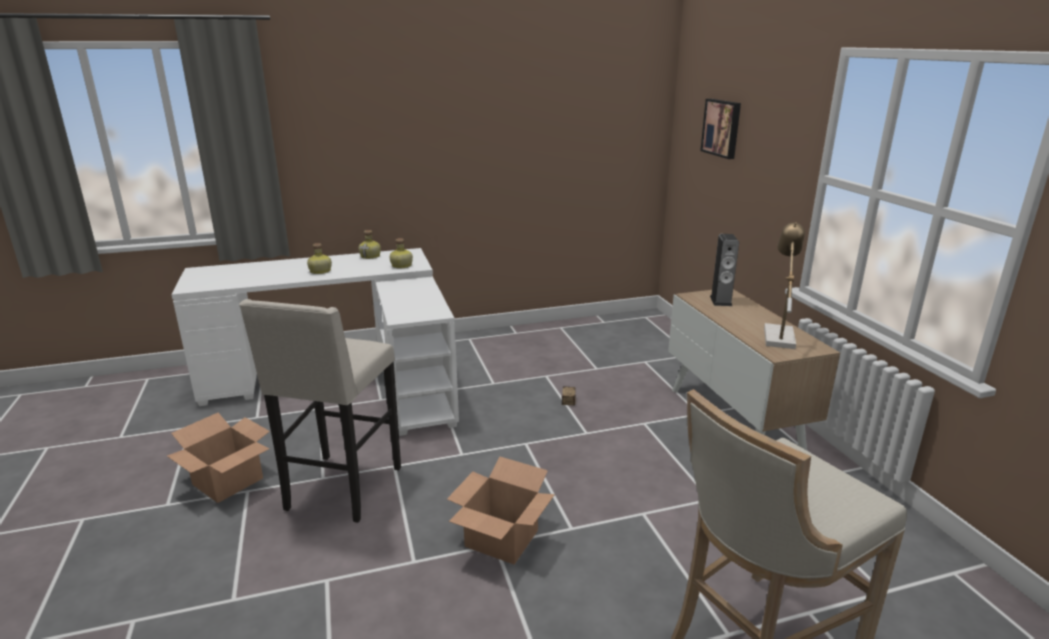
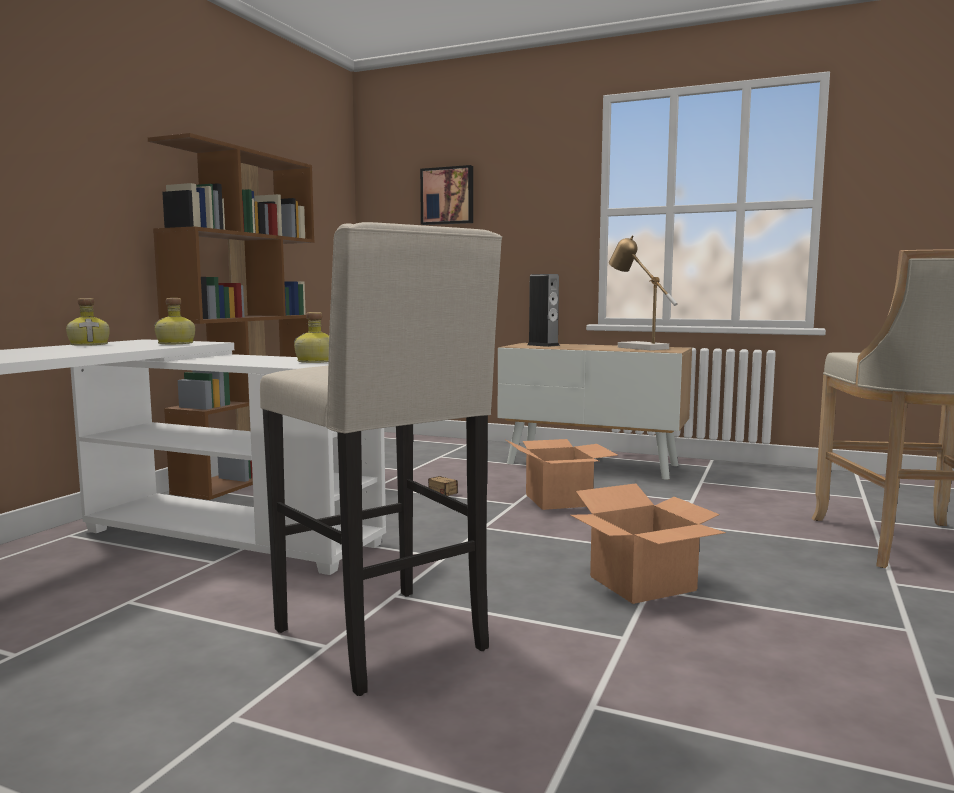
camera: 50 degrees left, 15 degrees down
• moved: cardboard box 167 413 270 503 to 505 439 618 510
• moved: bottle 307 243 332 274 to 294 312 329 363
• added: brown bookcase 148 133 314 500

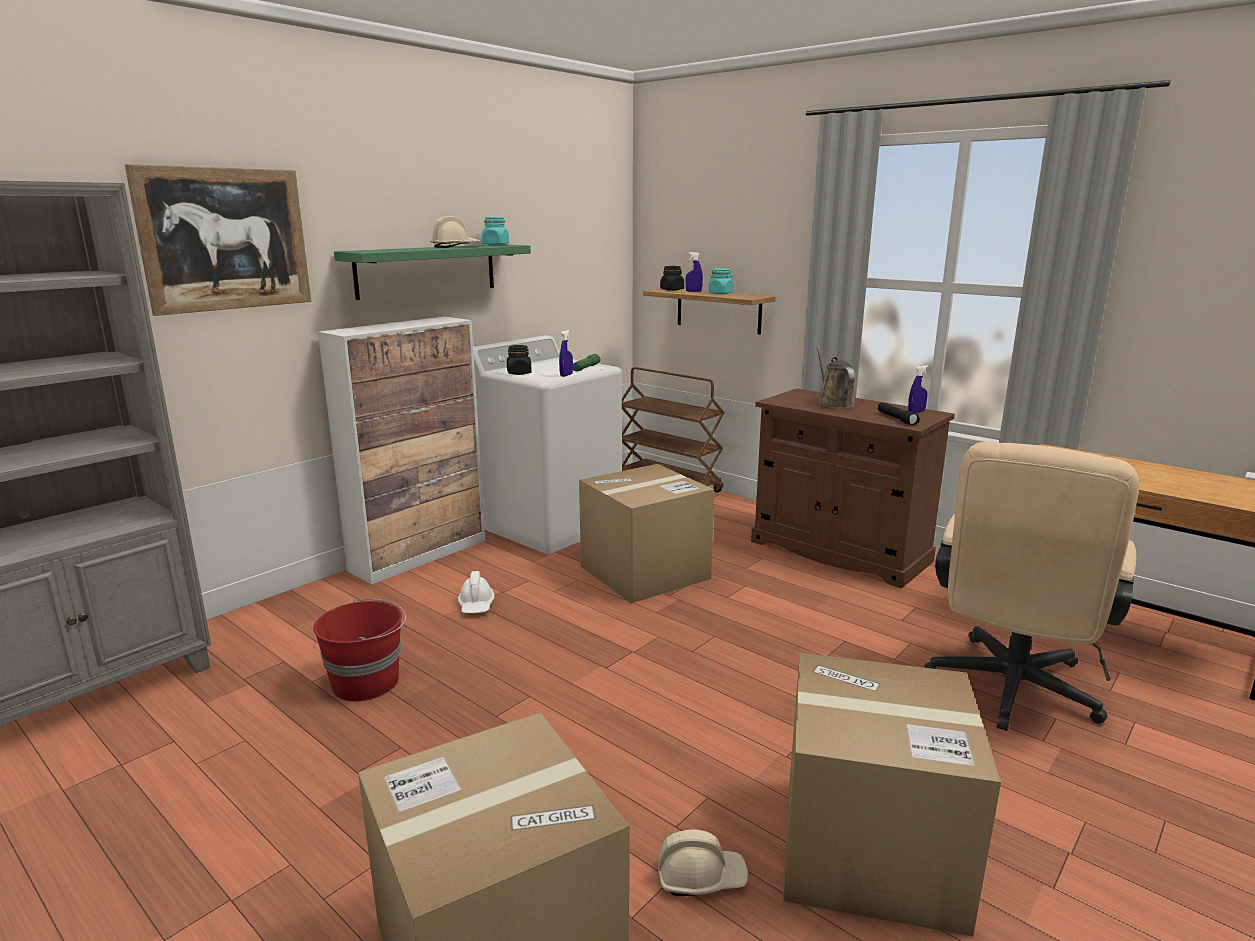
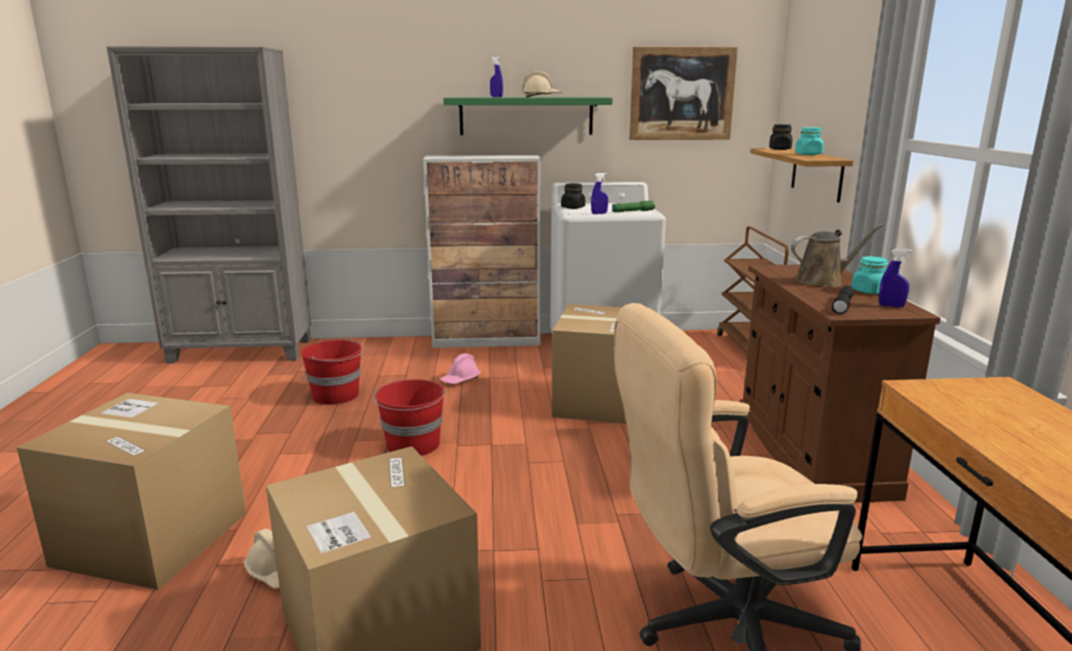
camera: 45 degrees right, 0 degrees up
• moved: picture 125 164 312 316 to 629 47 738 140
• recoloured: white hard hat 458 571 495 613 to pink hard hat 440 353 481 384
• moved: turquoise jar 482 217 509 246 to 851 256 888 294
• moved: blue spray bottle 686 252 703 292 to 490 57 503 97
• turned: brown watering can 816 347 855 409 = 791 224 884 287 45 degrees clockwise
• added: red bucket 373 379 445 456

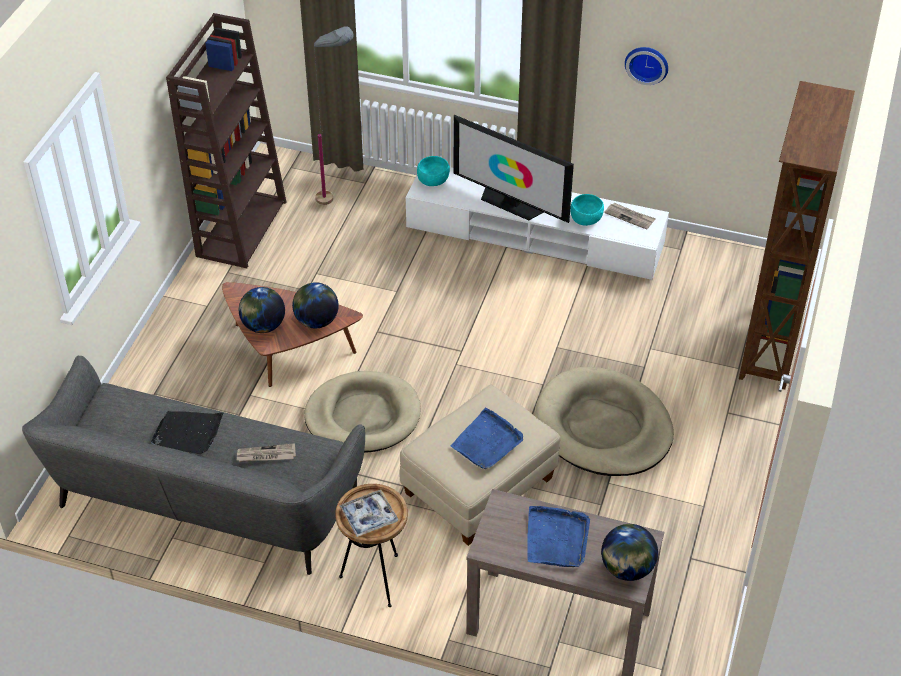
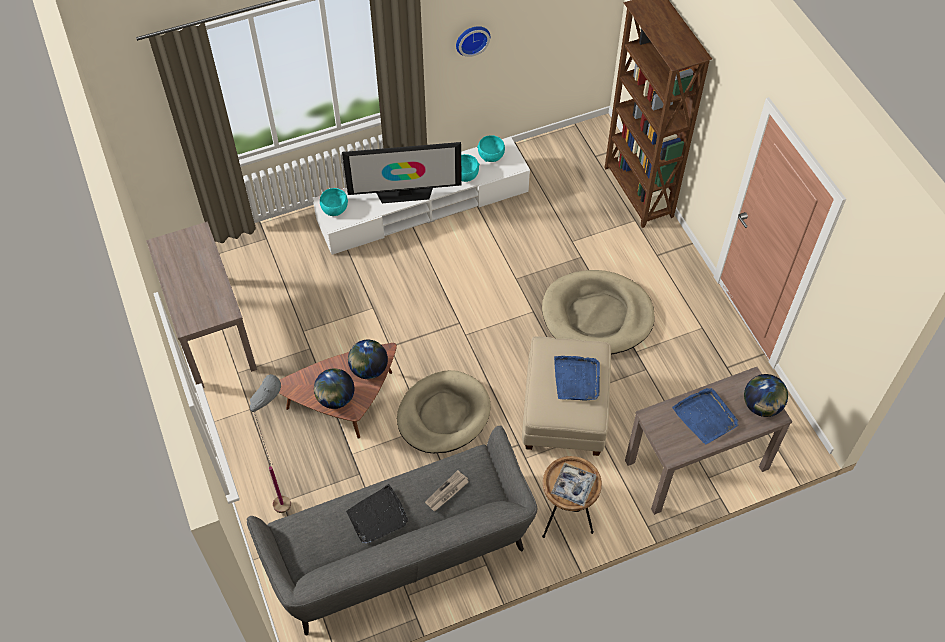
camera: 40 degrees left, 10 degrees up
• replaced: brown bookcase 166 13 286 268 to brown console table 146 222 257 388
• moved: grey floor lamp 314 26 354 205 to 250 374 291 513
• replaced: newspaper 604 203 656 230 to turquoise bowl 477 135 505 162

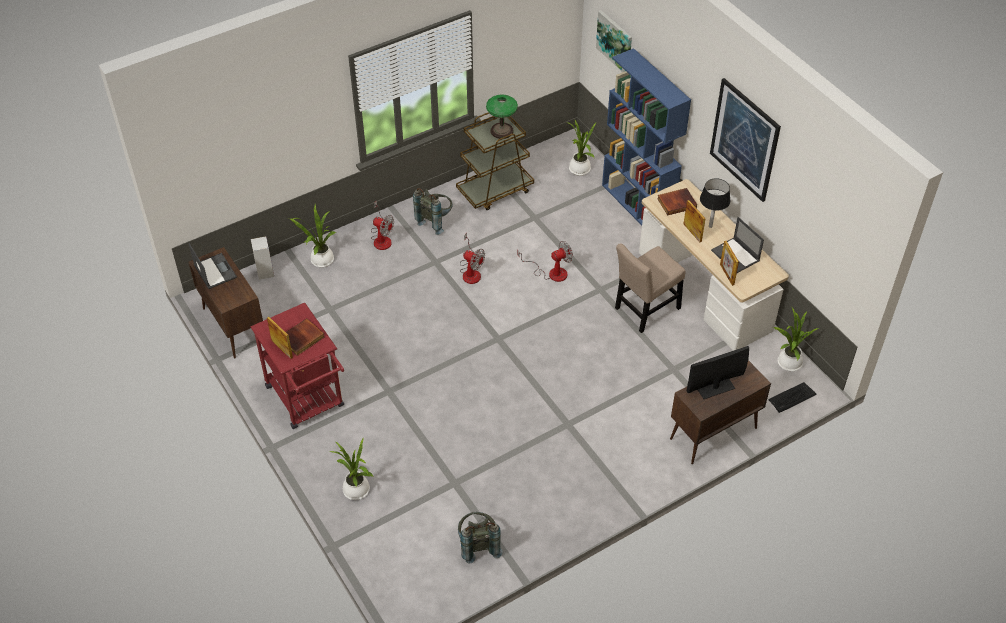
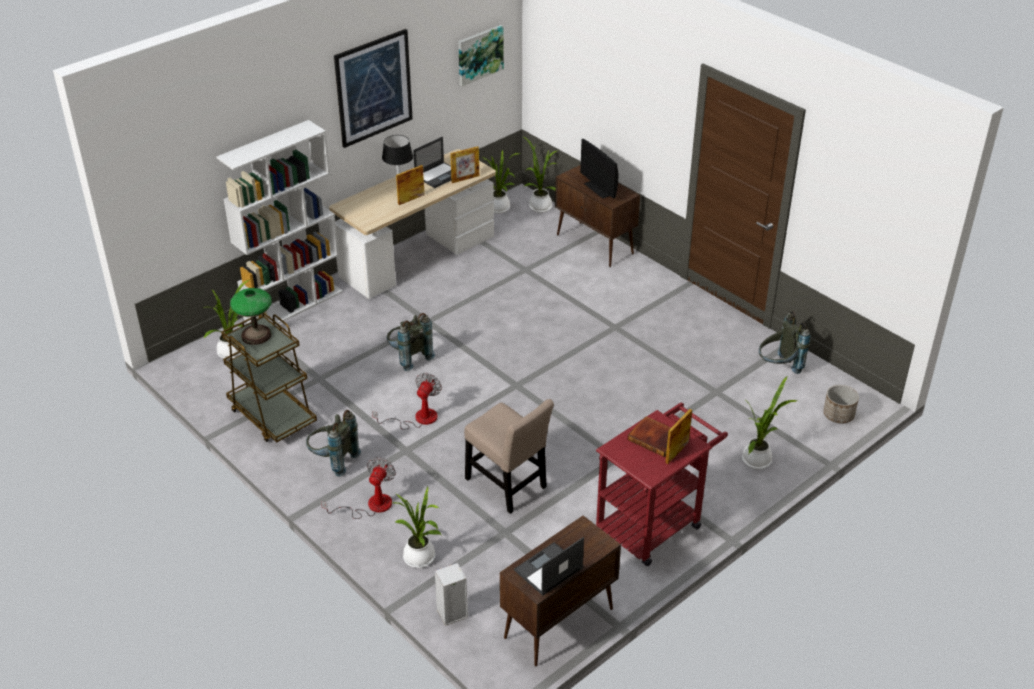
camera: 100 degrees left, 10 degrees down
• replaced: fan 517 241 573 282 to grey backpack 387 313 435 371
• moved: picture 596 10 632 72 to 458 25 504 86
• recoloured: blue bookcase 602 48 691 225 to white bookcase 216 120 343 325
• moved: beige chair 615 243 685 333 to 464 399 554 514
• removed: book 657 188 697 216
• replaced: keyboard 768 382 817 413 to potted plant 522 136 557 213
• added: planter 823 385 859 423

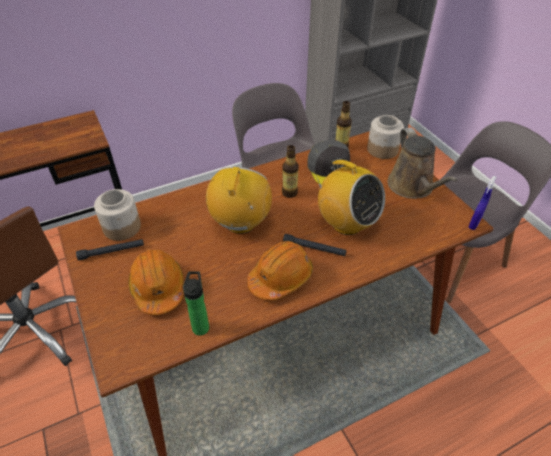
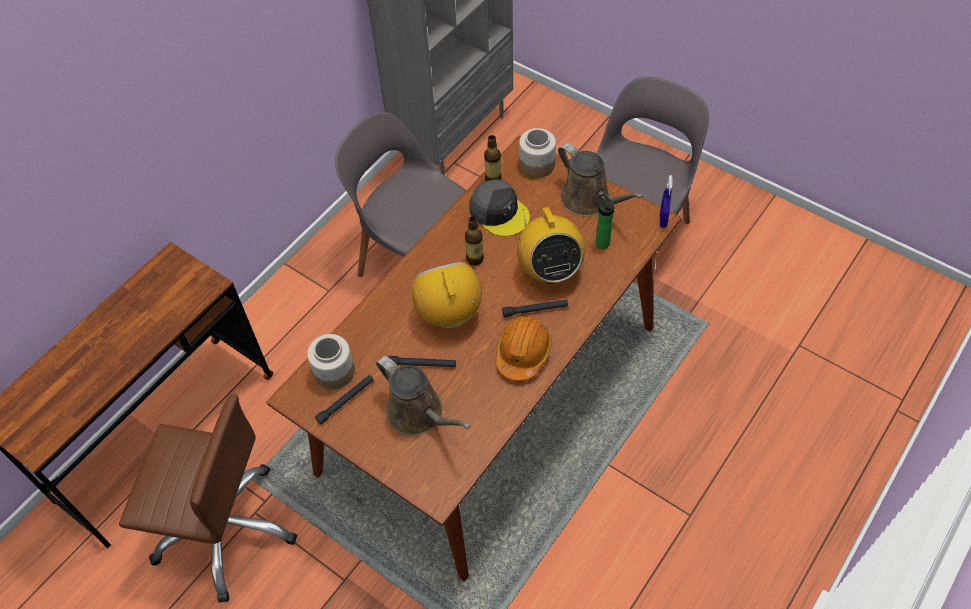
camera: 25 degrees left, 10 degrees up
• replaced: orange hard hat 128 250 184 315 to brown watering can 376 356 470 436
• moved: bottle 183 271 209 336 to 595 193 614 249
• turned: radio 314 160 385 235 = 517 207 585 284 60 degrees clockwise
• added: black flashlight 388 356 456 367

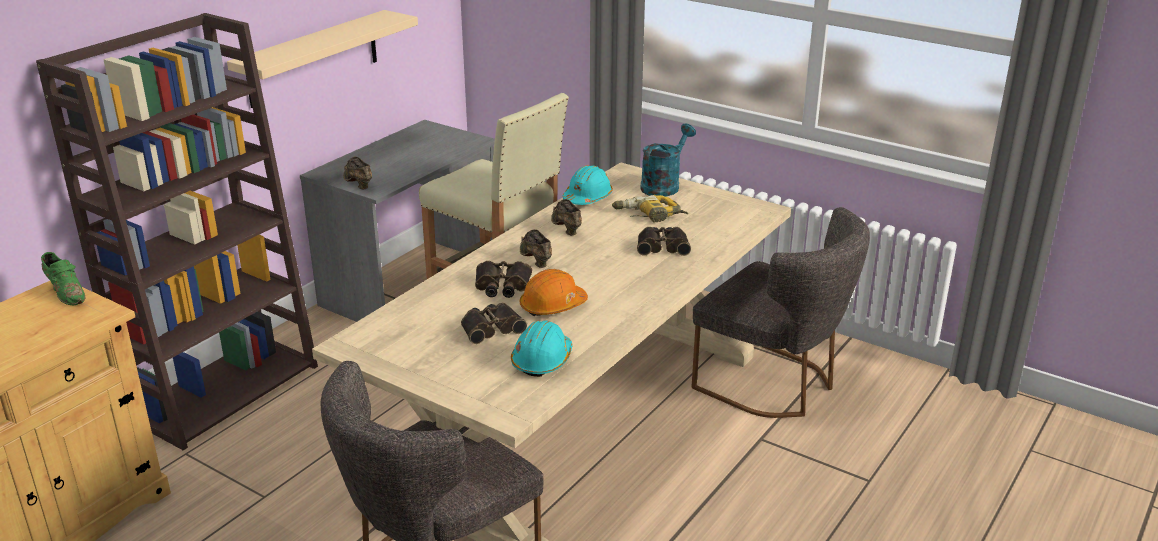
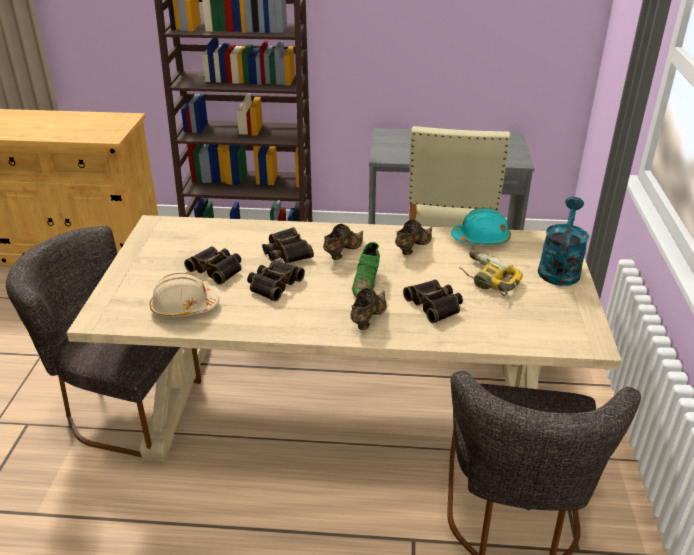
camera: 60 degrees right, 5 degrees up
• moved: green shoe 41 252 85 305 to 352 242 380 297
• removed: beige shelf 227 10 418 108
• moved: brown shoe 343 157 372 189 to 350 288 387 330
• recoloured: turquoise hard hat 511 321 573 377 to beige hard hat 150 272 219 317
• replaced: orange hard hat 520 269 588 316 to binoculars 247 260 305 302
• turned: turquoise watering can 640 124 696 197 = 538 197 589 286 75 degrees counterclockwise

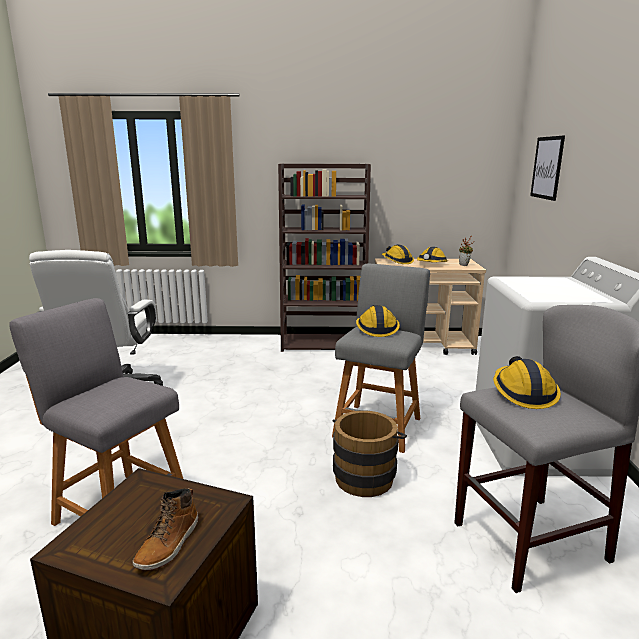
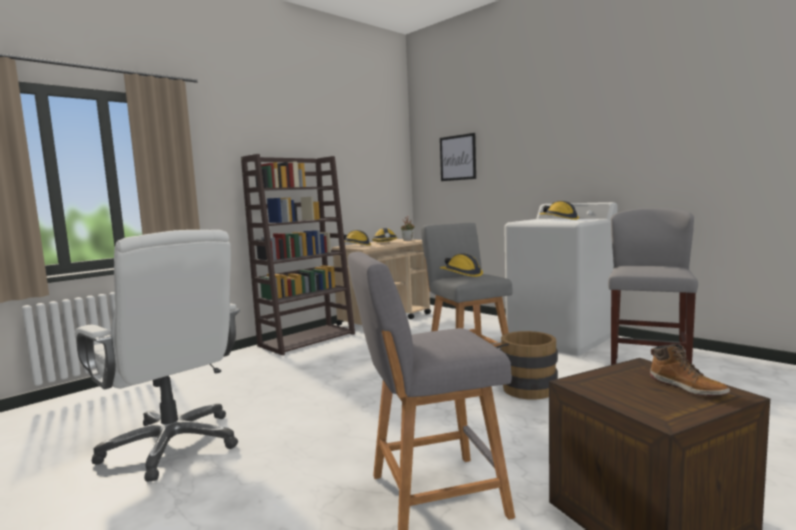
camera: 45 degrees left, 10 degrees down
• moved: hard hat 493 356 561 409 to 540 201 579 220

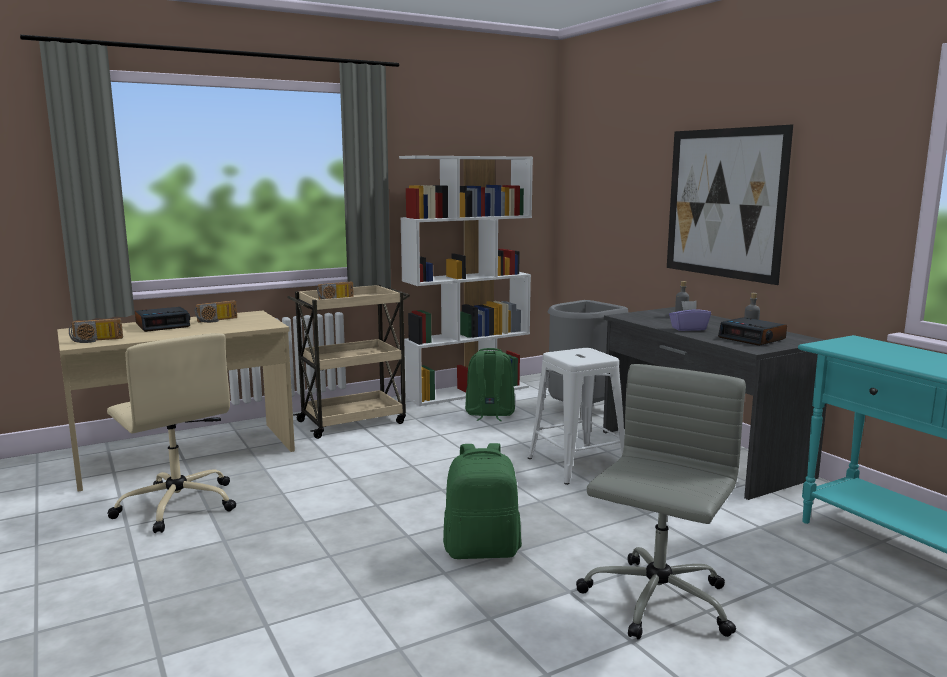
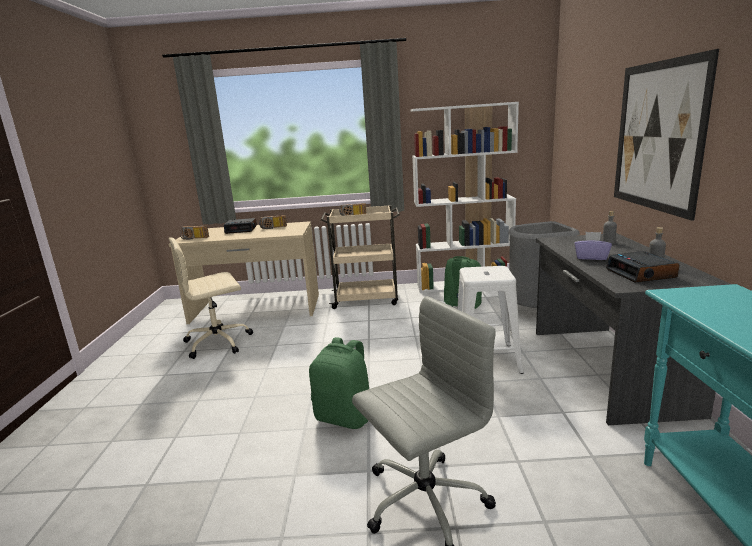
camera: 30 degrees right, 5 degrees up
• turned: beige office chair 107 333 236 533 = 169 237 253 359 75 degrees clockwise

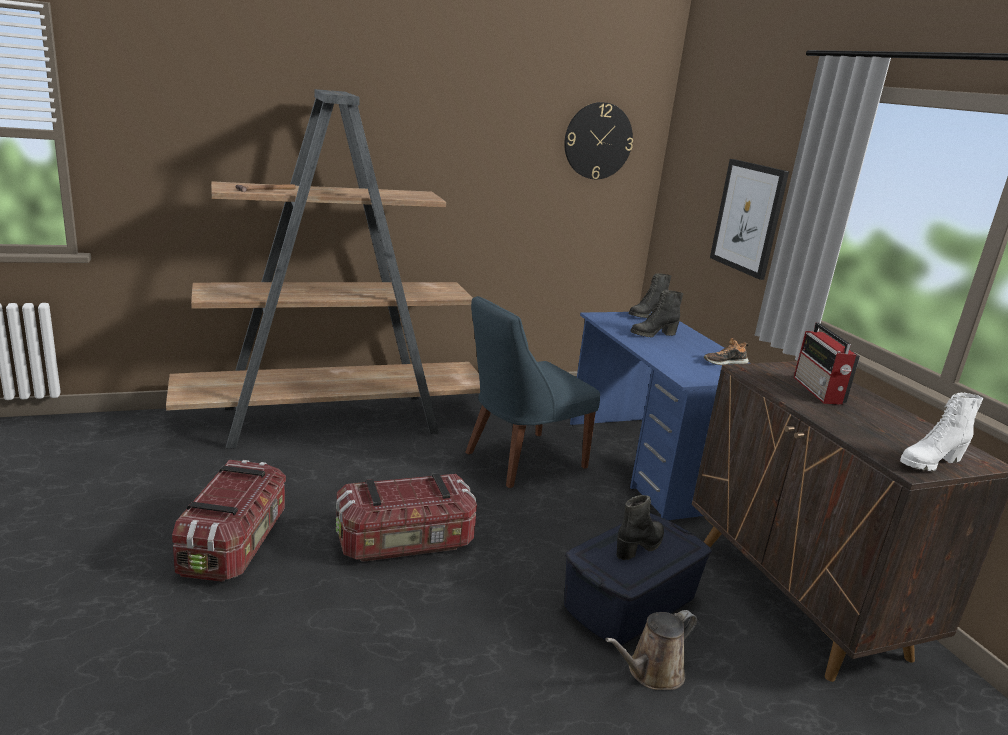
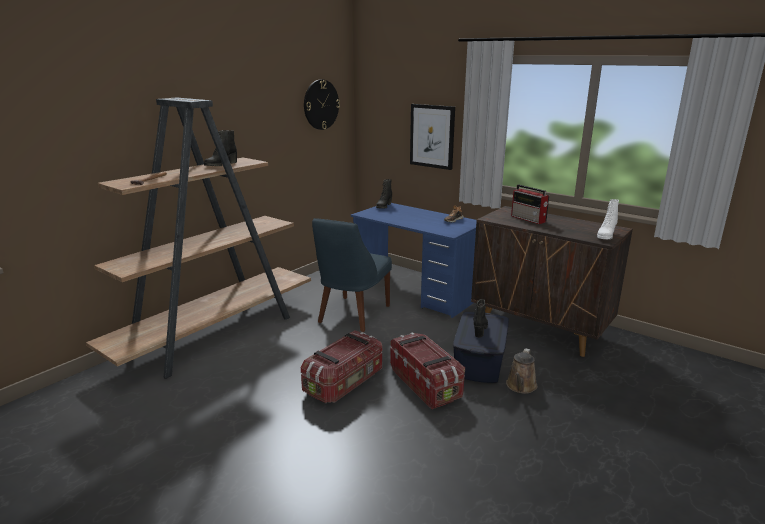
camera: 30 degrees left, 0 degrees up
• moved: storage box 172 460 286 582 to 390 333 465 409
• moved: black boot 630 290 683 337 to 204 130 237 166

